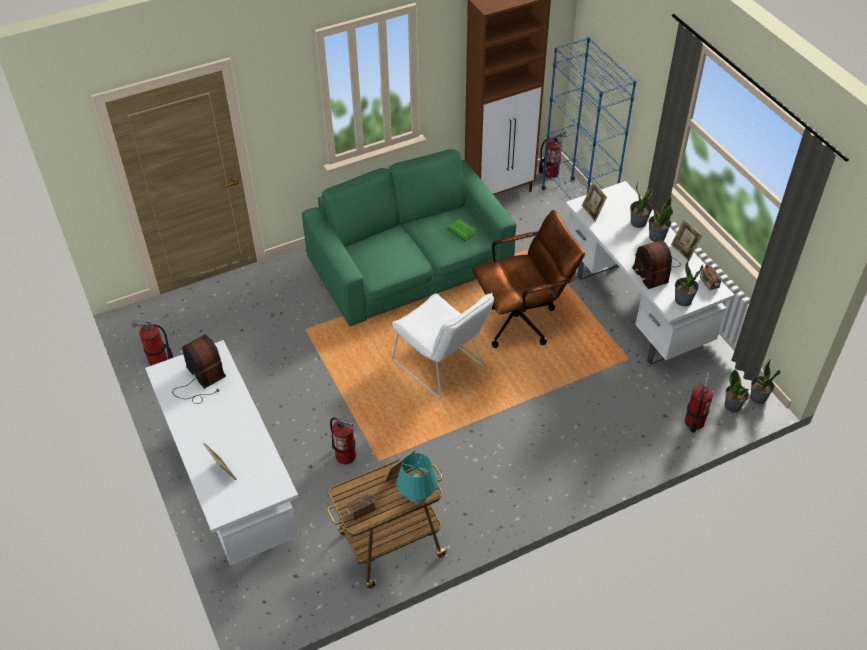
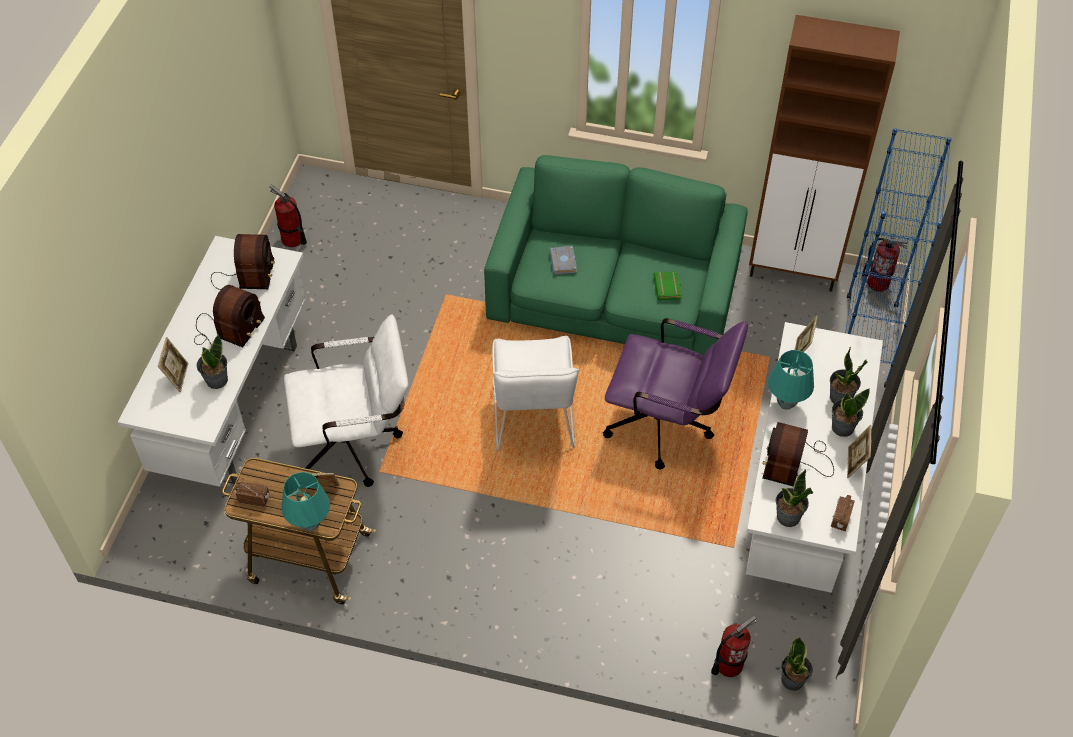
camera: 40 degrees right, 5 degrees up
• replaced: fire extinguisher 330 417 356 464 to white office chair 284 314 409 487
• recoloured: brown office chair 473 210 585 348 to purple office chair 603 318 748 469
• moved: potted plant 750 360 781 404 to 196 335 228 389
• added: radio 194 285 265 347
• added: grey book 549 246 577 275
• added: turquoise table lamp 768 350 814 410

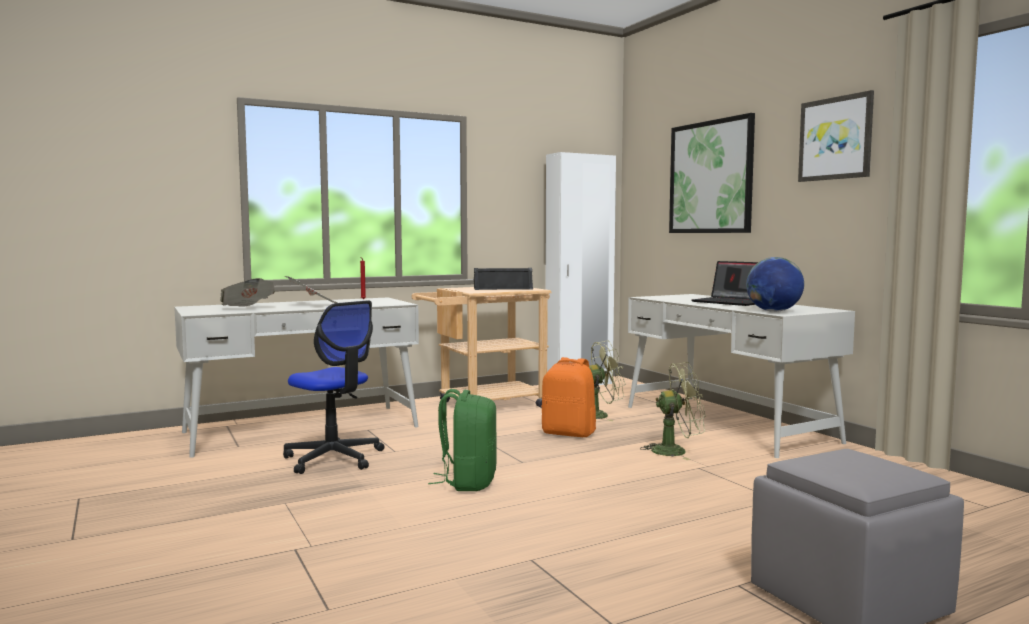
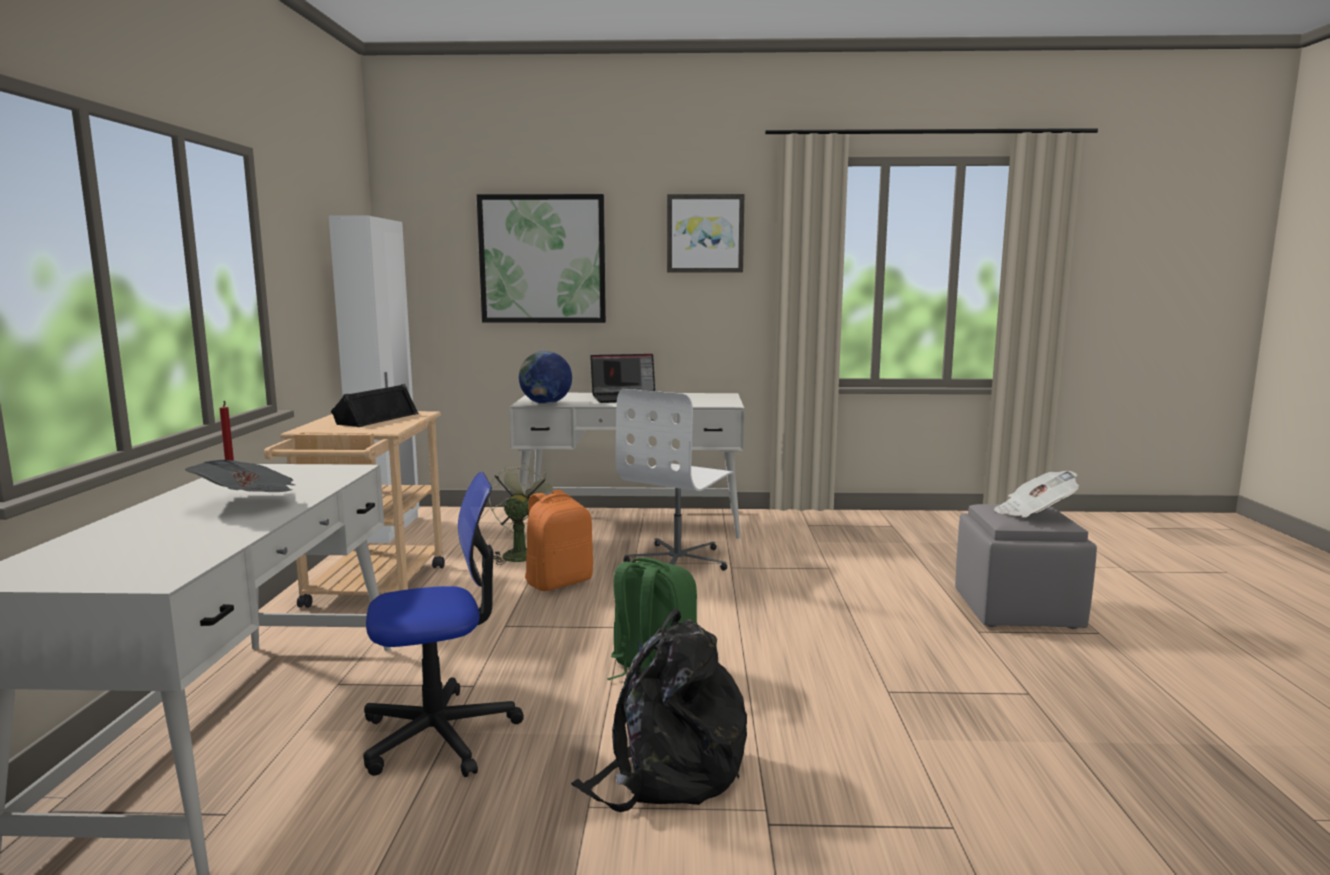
camera: 60 degrees left, 5 degrees up
• moved: newspaper 220 278 275 307 to 994 471 1079 517
• replaced: green fan 641 362 705 460 to white office chair 616 389 734 571
• moved: globe 746 257 804 312 to 519 351 572 404
• added: black backpack 571 608 747 812

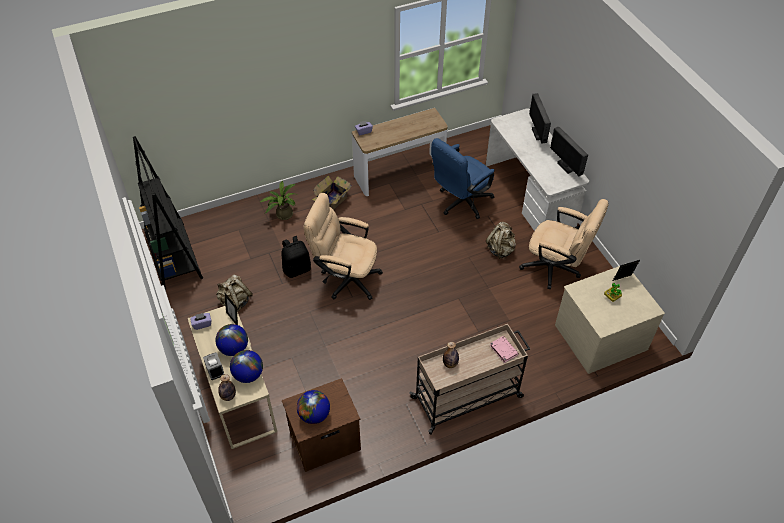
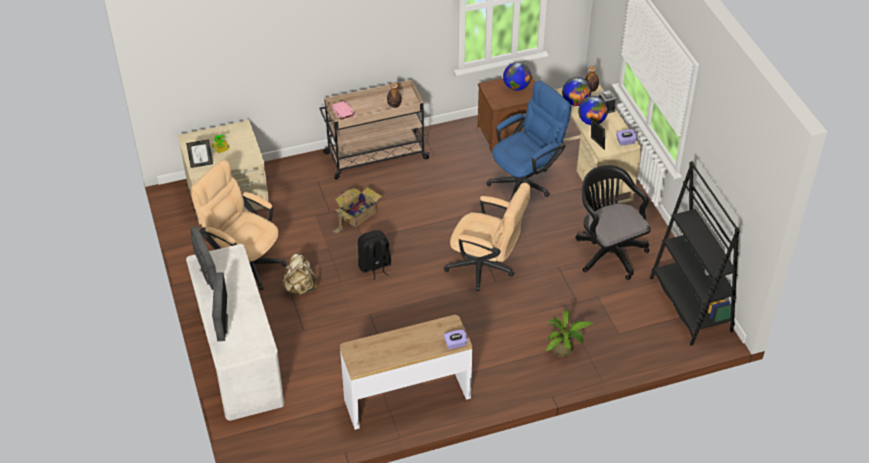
camera: 175 degrees left, 5 degrees down
• replaced: beige backpack 216 274 253 311 to black office chair 576 165 651 280
• moved: black backpack 281 236 311 278 to 358 230 391 280
• moved: cardboard box 312 176 352 210 to 332 187 382 234
• moved: blue office chair 431 138 494 219 to 487 81 571 201

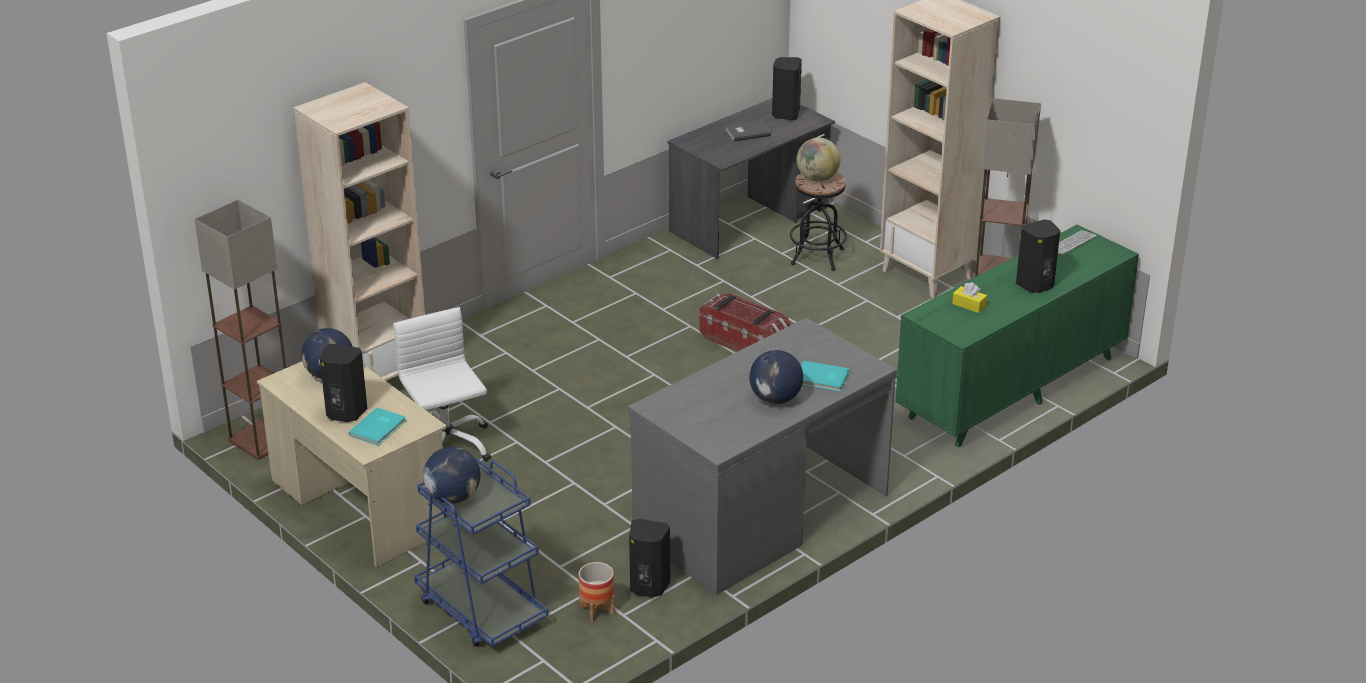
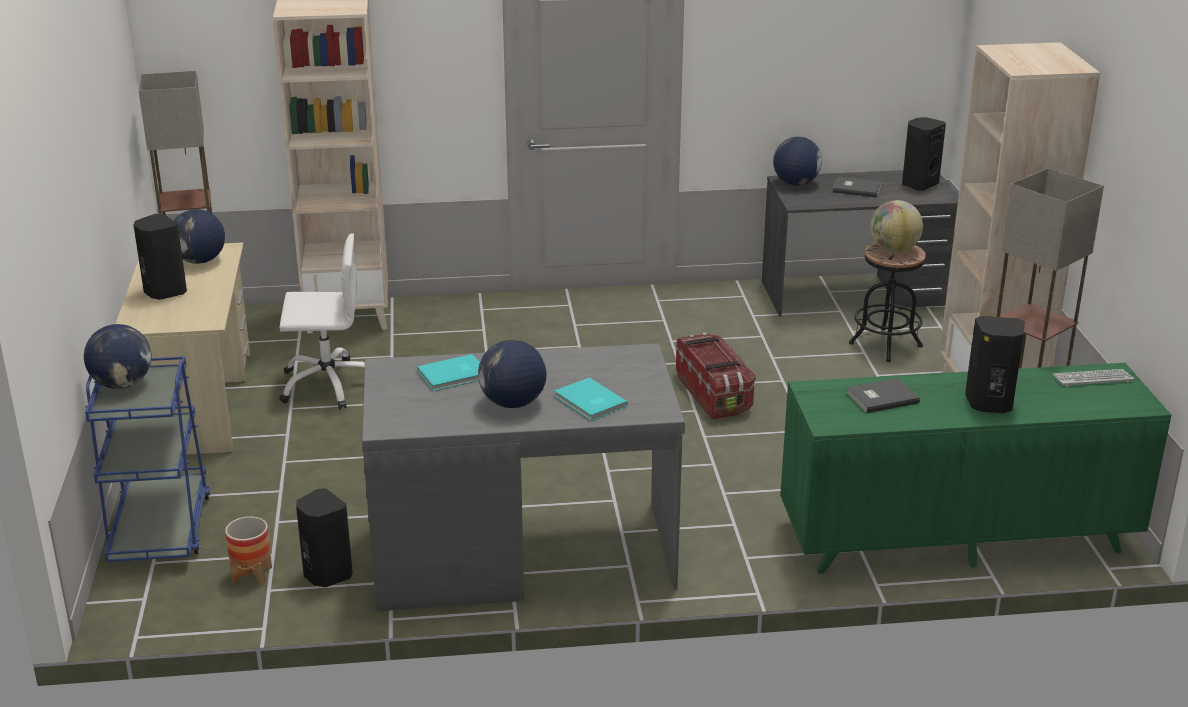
camera: 35 degrees right, 5 degrees down
• moved: turquoise book 348 407 406 446 to 417 354 480 391
• turned: white office chair 393 307 491 462 = 279 233 365 410 75 degrees clockwise
• replaced: yellow tissue box 952 282 987 313 to grey book 846 378 920 413
• added: globe 773 137 822 186

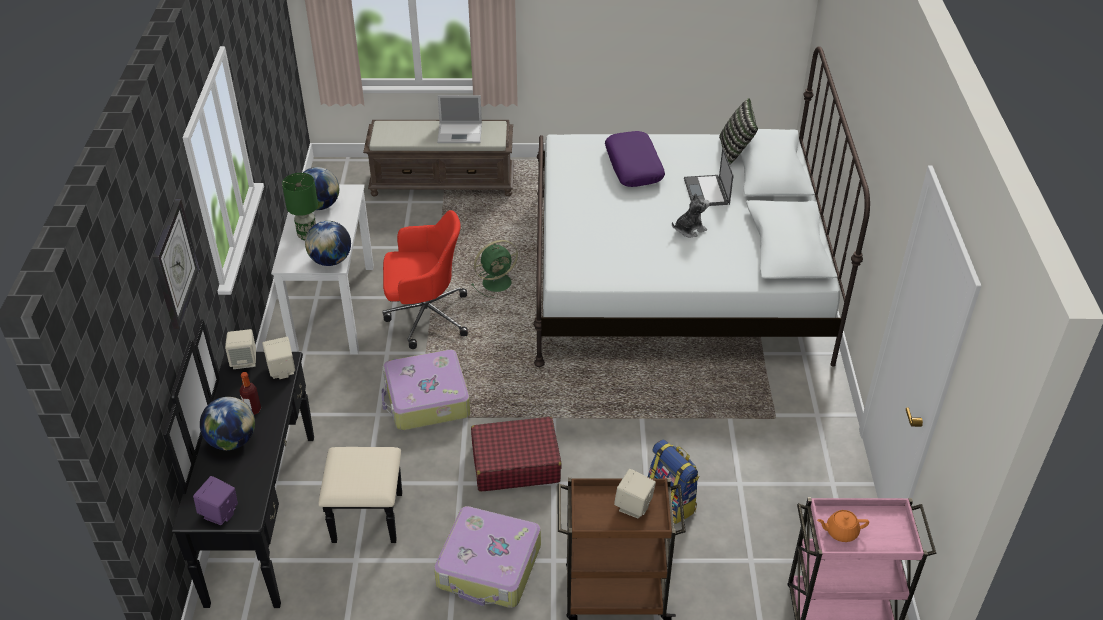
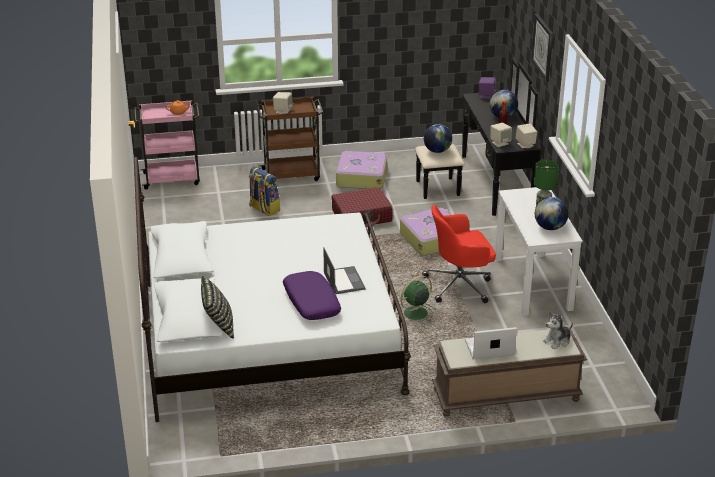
camera: 170 degrees right, 10 degrees down
• moved: globe 305 221 351 266 to 424 124 452 153
• moved: plush toy 672 193 710 237 to 543 311 573 349
• moved: laptop 684 148 734 206 to 323 247 365 294

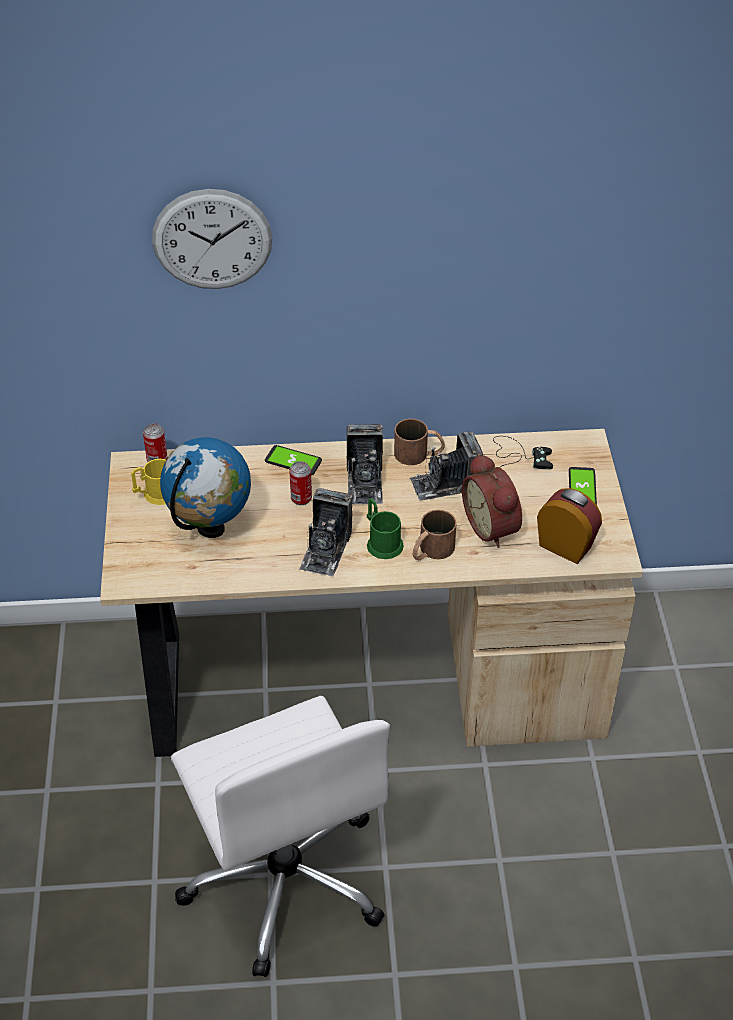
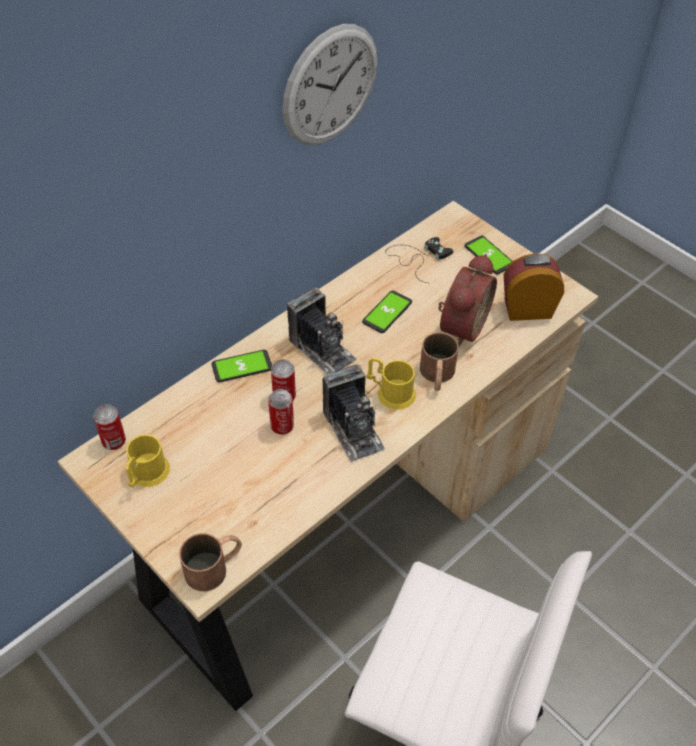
camera: 40 degrees left, 5 degrees up
• moved: wall clock 152 189 272 289 to 283 24 377 145
• removed: globe 160 437 251 538
• recoloured: green mug 367 498 404 559 to yellow mug 367 358 416 410
• moved: brown mug 394 419 445 465 to 179 533 242 591
• replaced: photo camera 410 431 483 501 to phone 362 290 412 333
• turned: alarm clock 462 453 522 548 = 438 254 497 347 90 degrees counterclockwise
• added: can 268 389 294 435

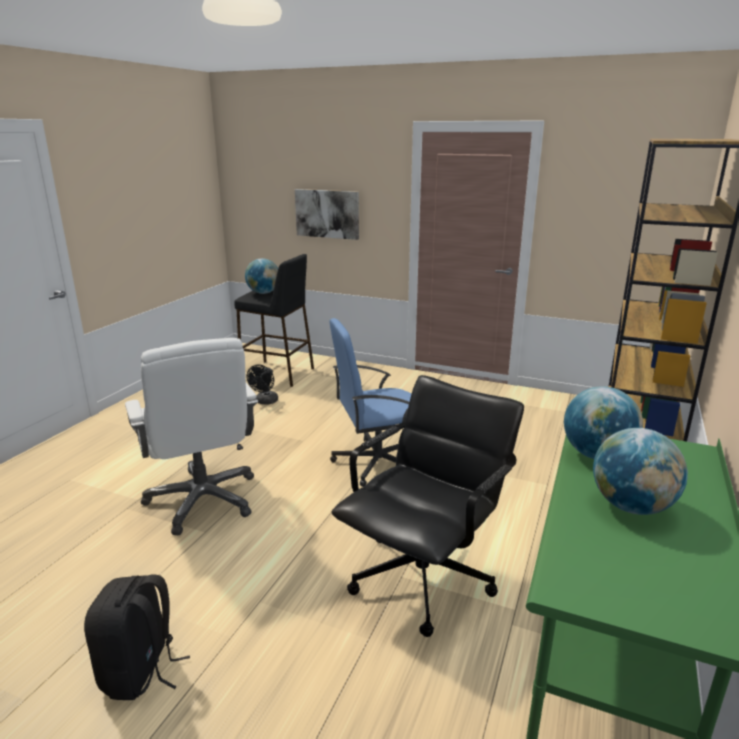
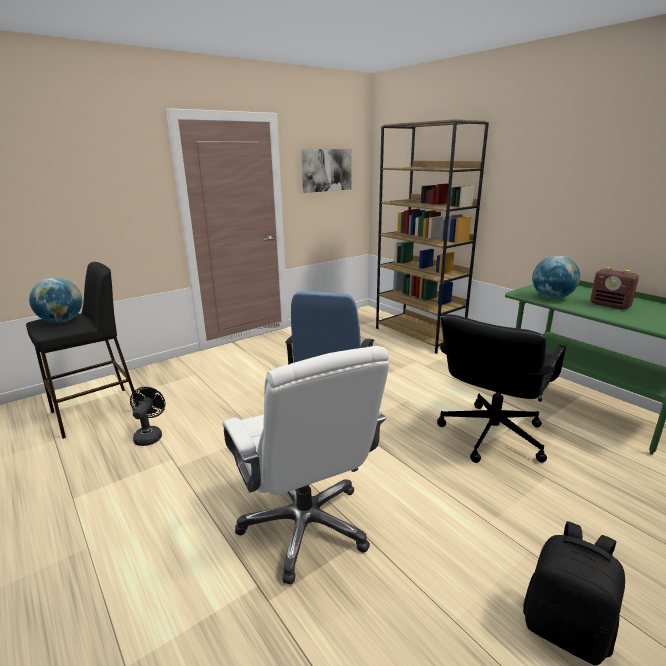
camera: 60 degrees left, 0 degrees up
• turned: white office chair 125 338 258 536 = 222 346 389 584 60 degrees clockwise
• turned: black fan 247 364 278 404 = 130 387 166 446 135 degrees counterclockwise
• moved: picture 295 189 359 240 to 301 149 352 193
• turned: black office chair 332 375 524 637 = 437 314 566 463 120 degrees counterclockwise
• replaced: globe 593 428 688 515 to radio 590 267 639 309

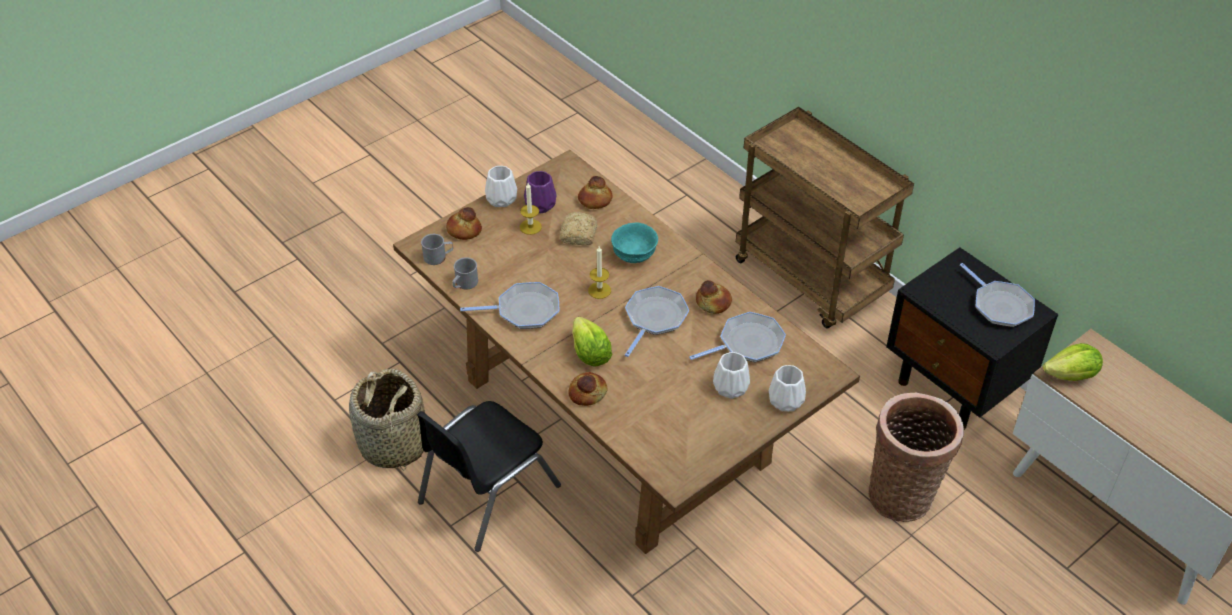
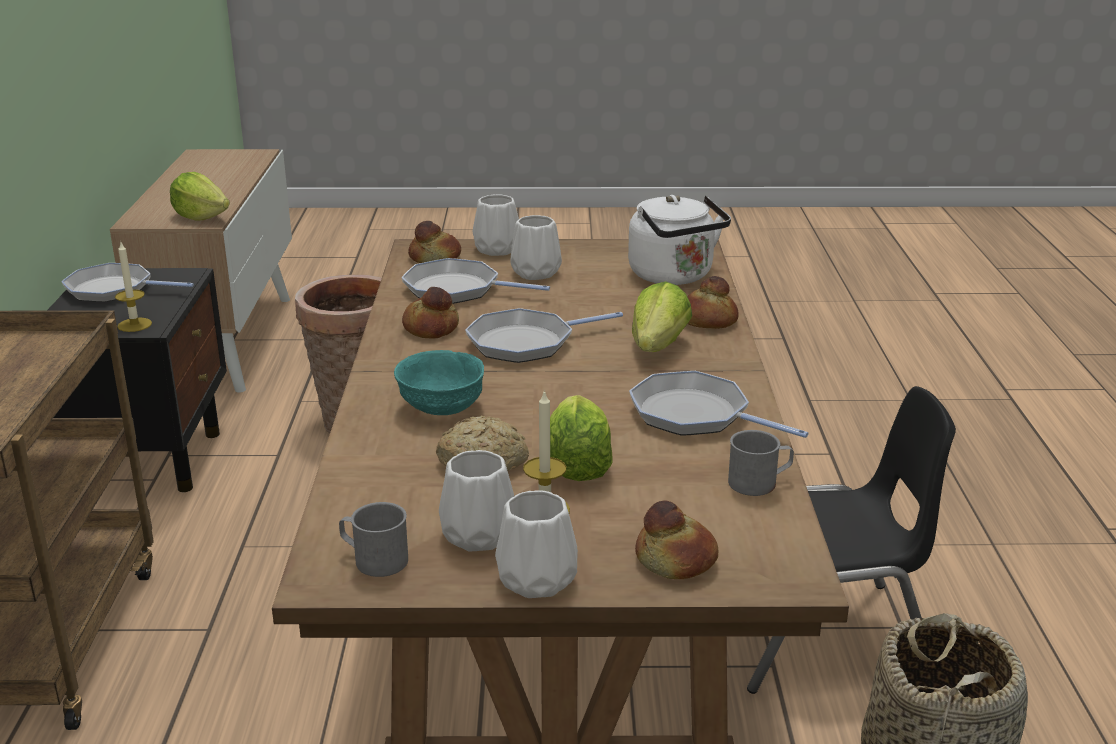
camera: 140 degrees left, 20 degrees down
• moved: grey mug 421 234 453 265 to 339 502 408 577
• recoloured: purple vase 524 171 557 213 to white vase 439 450 514 551
• moved: bread 578 176 613 209 to 408 221 461 263
• moved: candle 588 246 611 299 to 115 242 152 332
• turned: frying pan 960 263 1035 327 = 61 263 194 302 90 degrees counterclockwise
• added: lettuce 550 395 612 481
• added: white kettle 628 195 731 285

